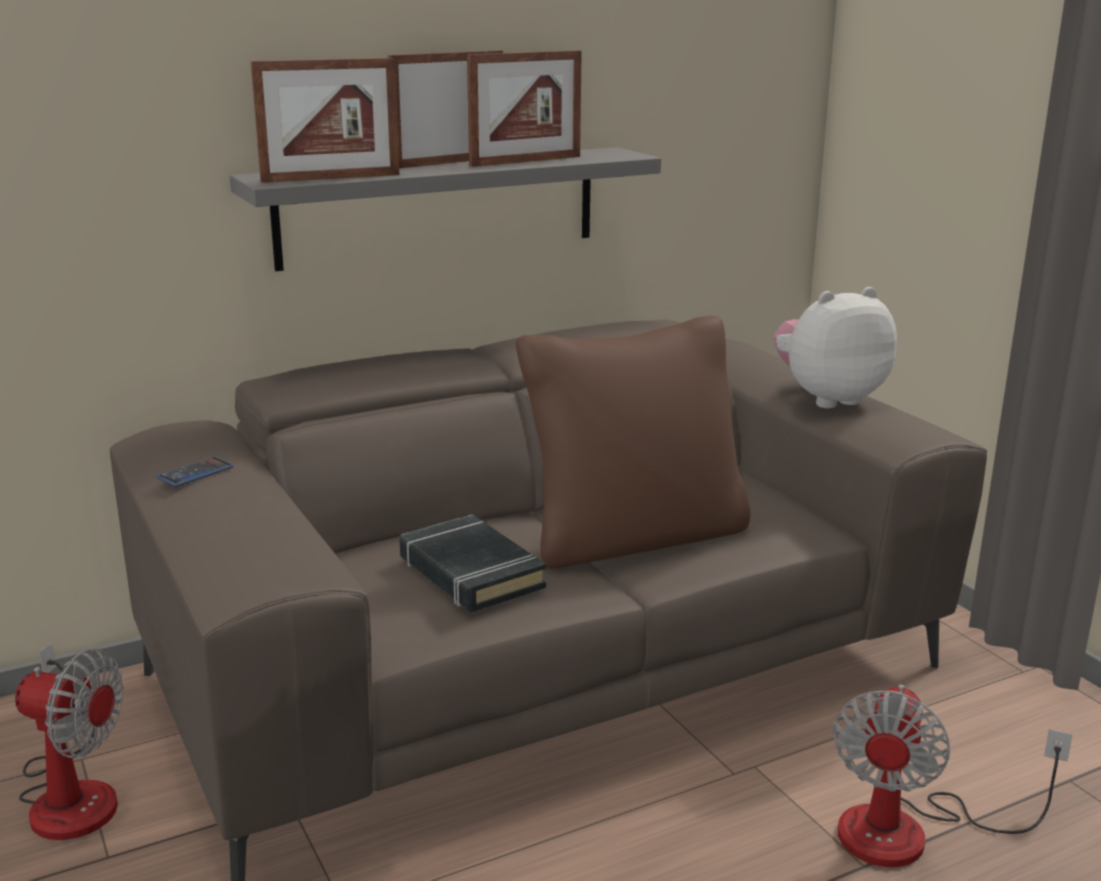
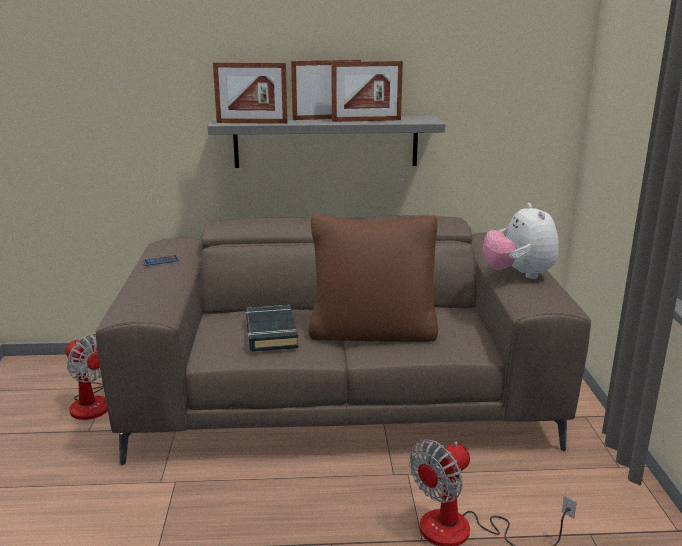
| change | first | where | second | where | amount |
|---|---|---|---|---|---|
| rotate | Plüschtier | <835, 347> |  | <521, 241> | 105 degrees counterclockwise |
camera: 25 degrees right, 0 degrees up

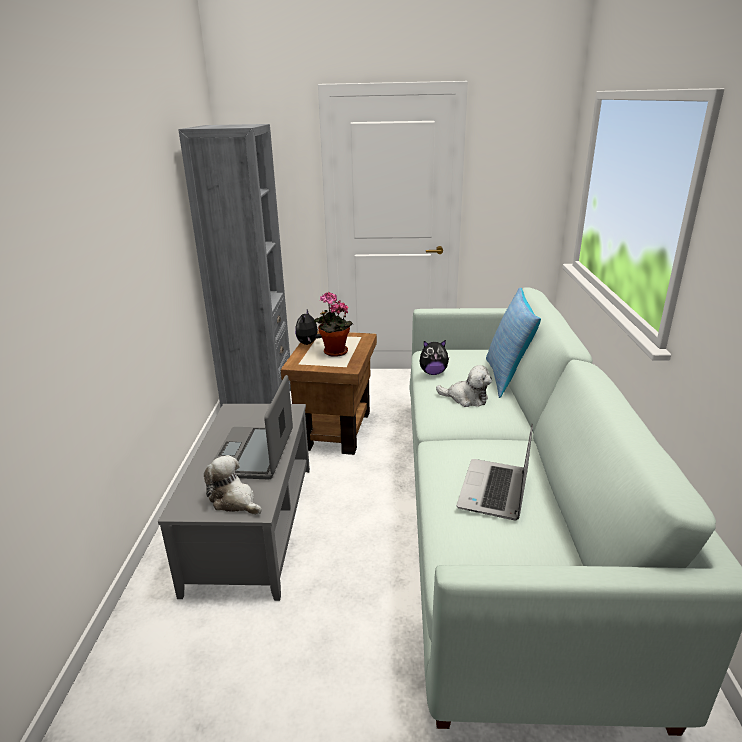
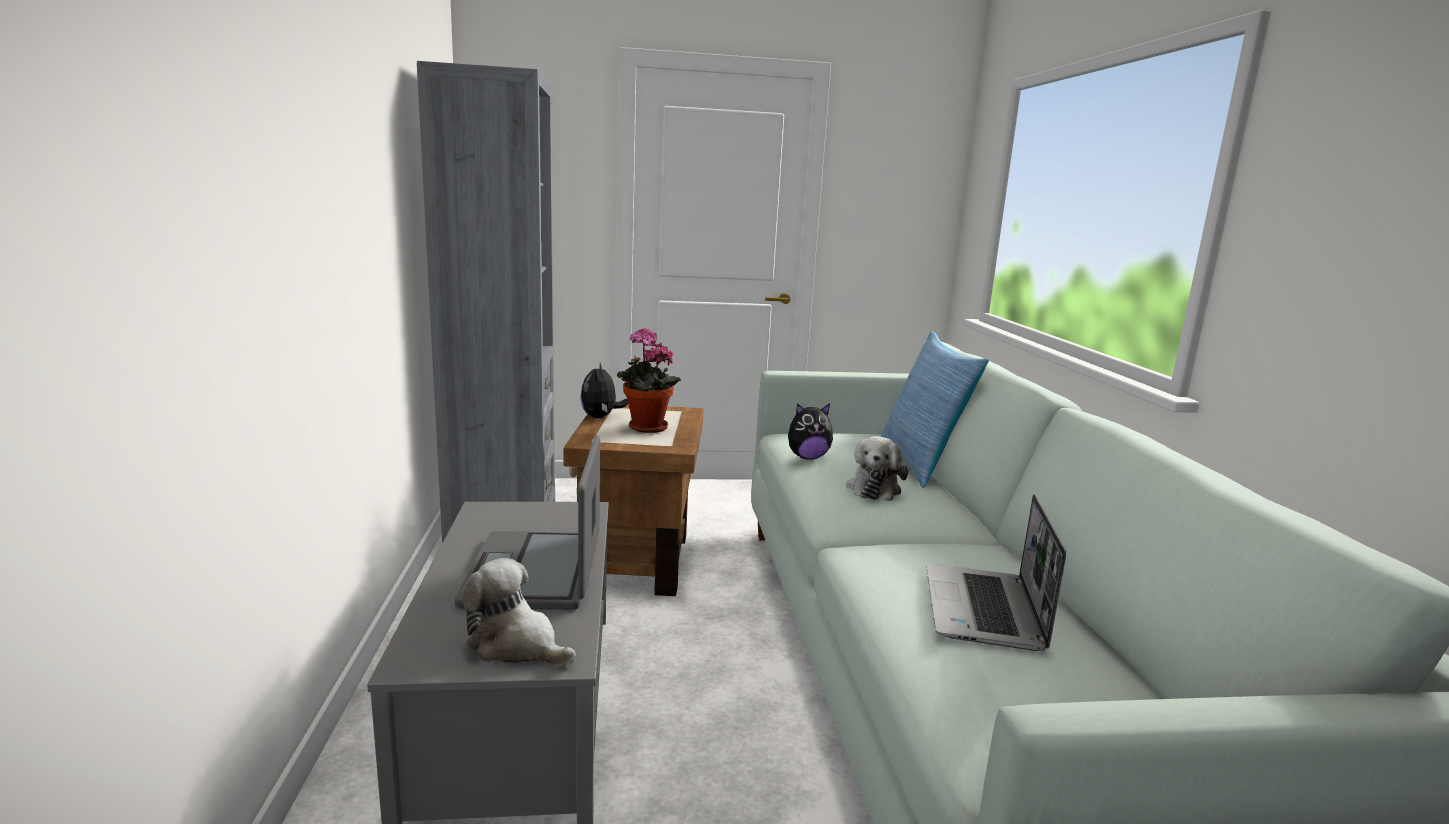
| change | first | where | second | where | amount |
|---|---|---|---|---|---|
| rotate | Plüschtier | <464, 386> |  | <877, 468> | 90 degrees clockwise |
camera: 10 degrees left, 10 degrees down

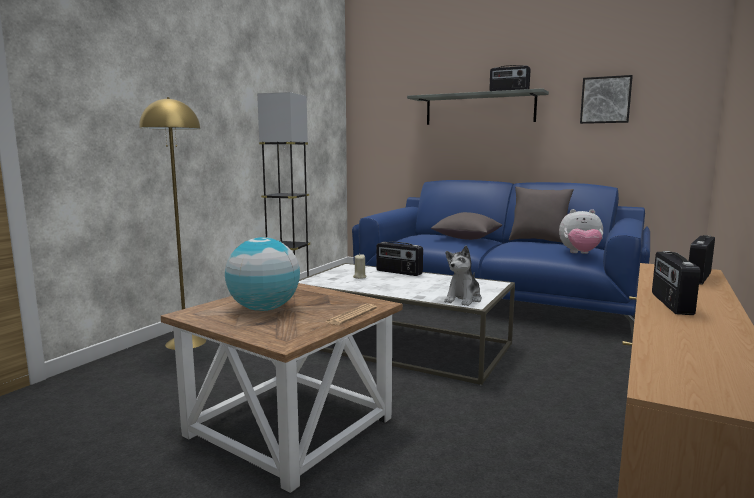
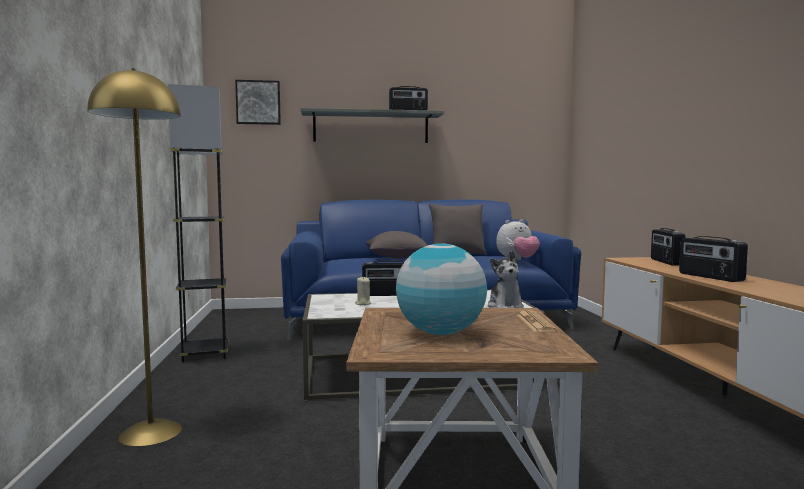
| change | first | where | second | where | amount |
|---|---|---|---|---|---|
| move | Bild | <606, 99> |  | <258, 102> |  |
camera: 35 degrees left, 5 degrees down

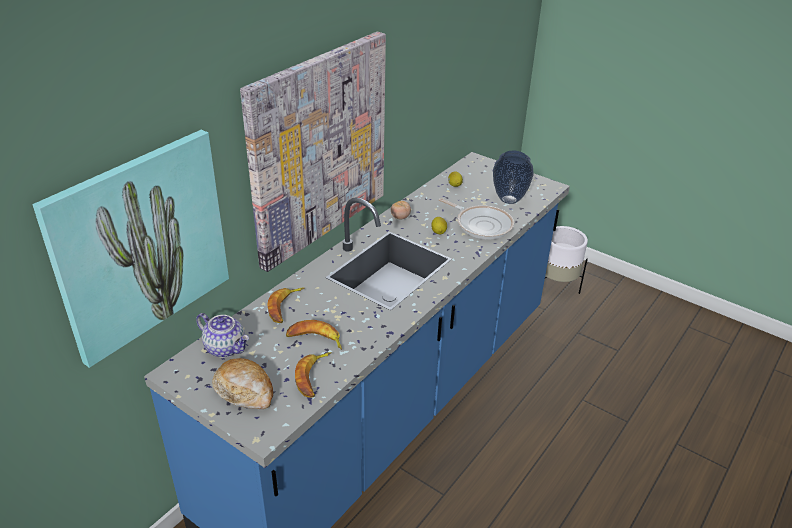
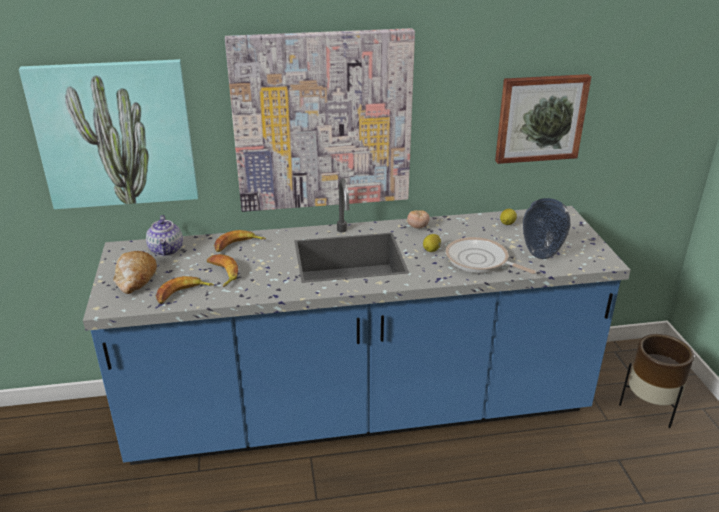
| change | first | where | second | where | amount |
|---|---|---|---|---|---|
| rotate | Pfanne | <476, 218> |  | <491, 255> | 135 degrees clockwise |
| recolor | Pflanzkübel (weiß) | <566, 260> | Pflanzkübel (braun) | <656, 381> |  |
| insert |  |  | Bild | <543, 119> |  |
camera: 45 degrees right, 5 degrees down

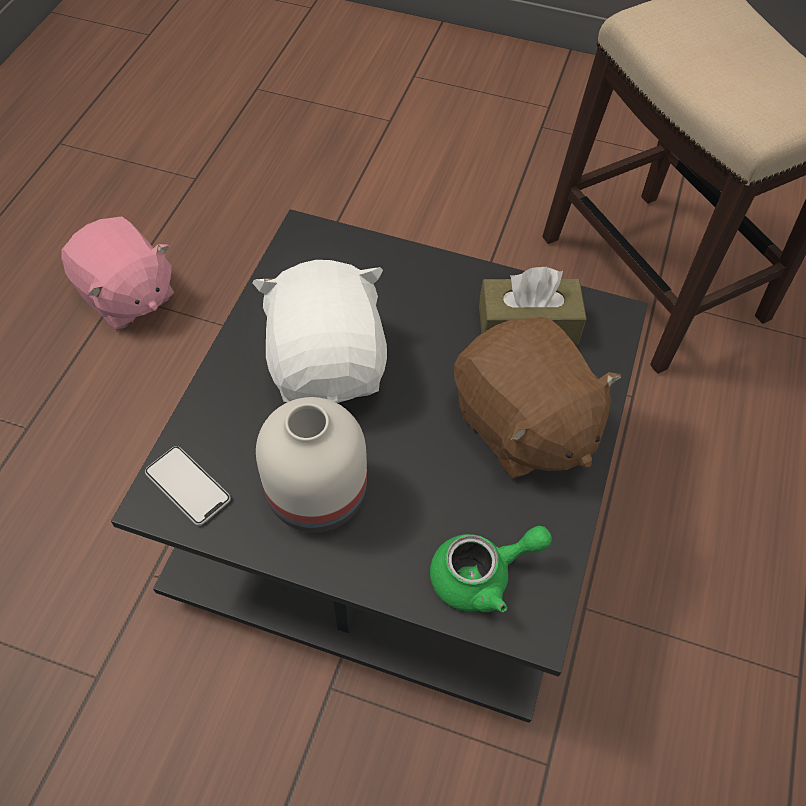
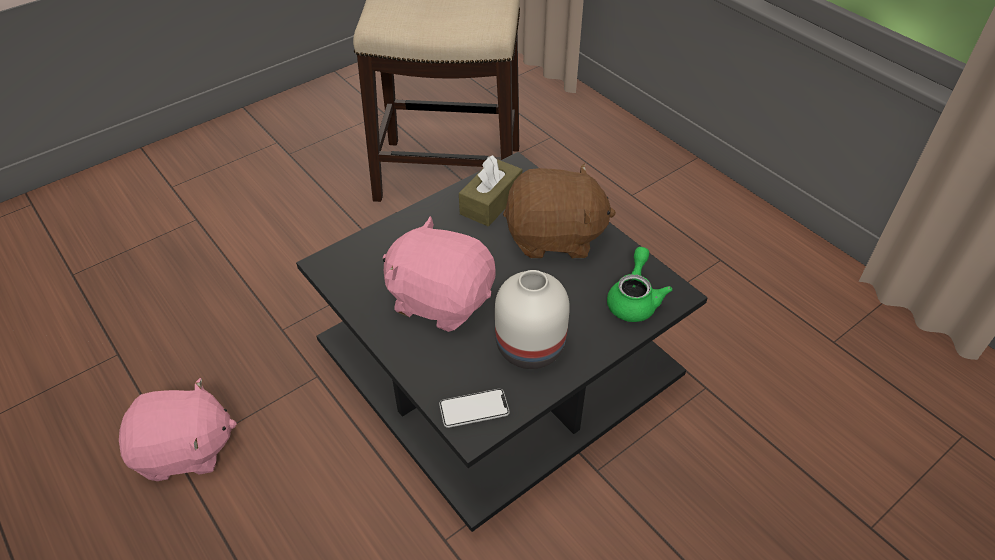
| change | first | where | second | where | amount |
|---|---|---|---|---|---|
| recolor | Plüschtier (weiß) | <320, 331> | Plüschtier (rosa) | <439, 274> |  |
camera: 55 degrees left, 10 degrees down

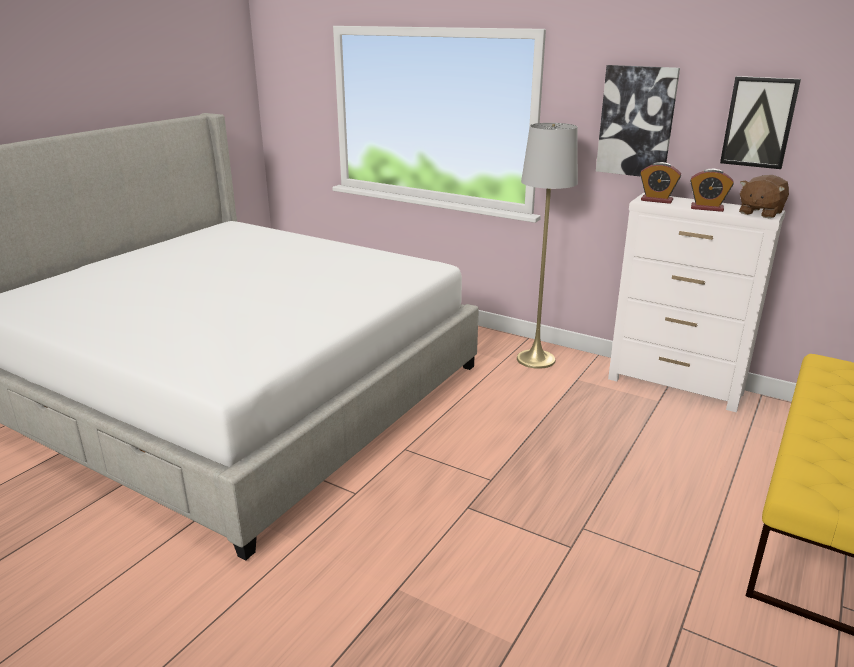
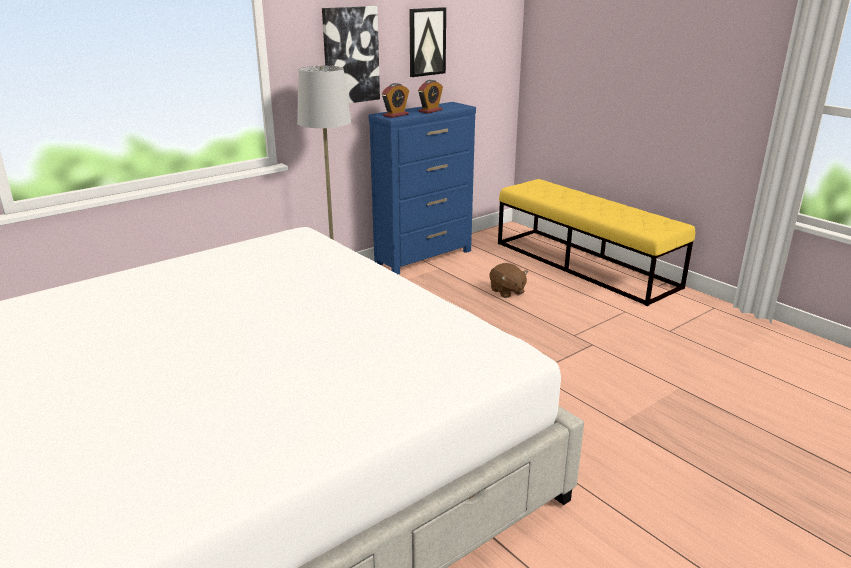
| change | first | where | second | where | amount |
|---|---|---|---|---|---|
| recolor | Kommode (weiß) | <697, 302> | Kommode (blau) | <422, 188> |  |
| move | Plüschtier (braun) | <764, 196> |  | <509, 280> |  |
camera: 70 degrees left, 0 degrees up

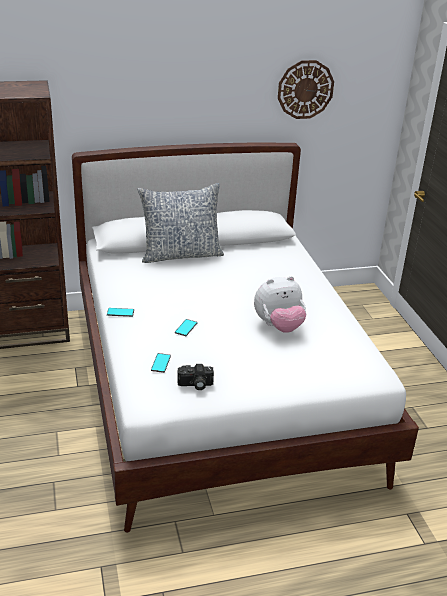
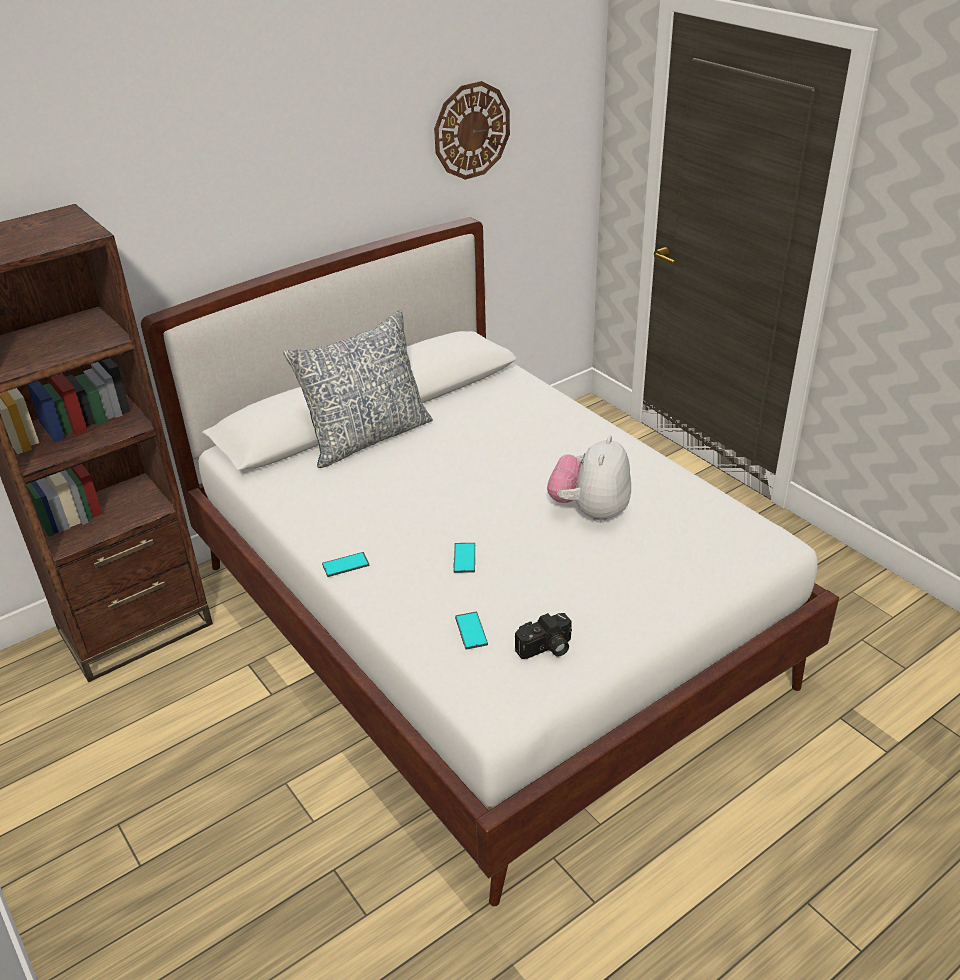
| change | first | where | second | where | amount |
|---|---|---|---|---|---|
| rotate | Plüschtier | <280, 304> |  | <589, 479> | 150 degrees clockwise |
camera: 20 degrees left, 5 degrees up

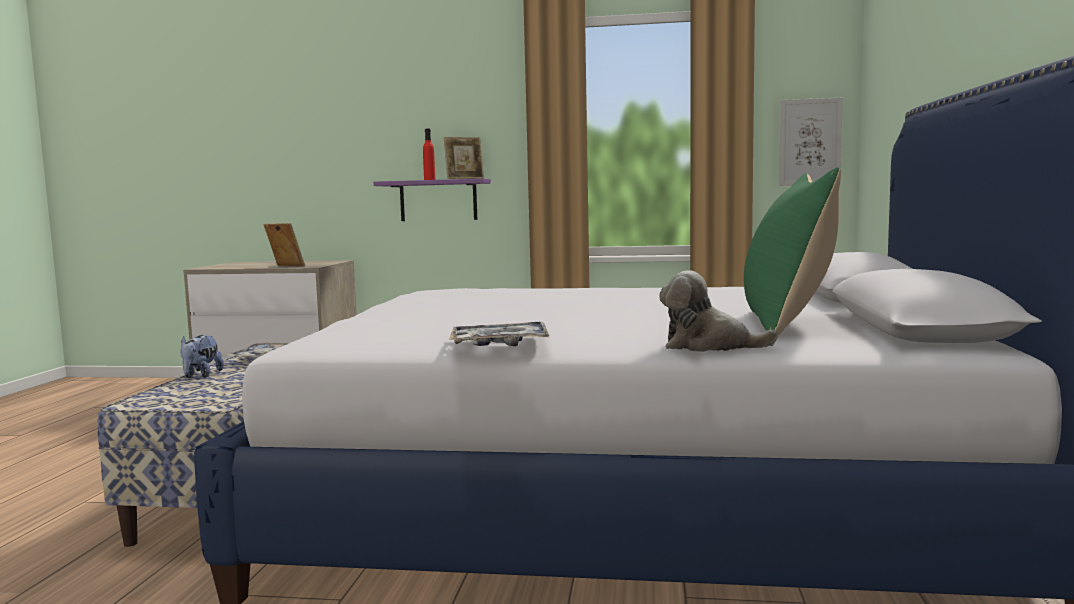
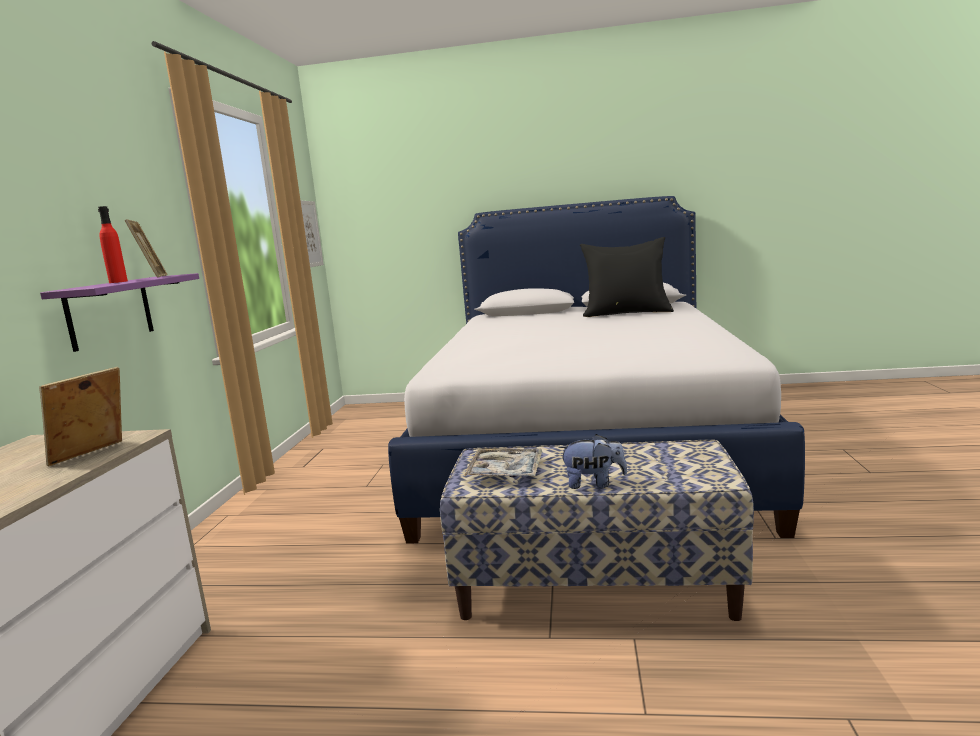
| change | first | where | second | where | amount |
|---|---|---|---|---|---|
| delete | Tablett | <499, 334> |  |  |  |
| delete | Plüschtier | <718, 311> |  |  |  |
| recolor | Kissen (grün) | <792, 251> | Kissen (schwarz) | <627, 277> |  |
camera: 90 degrees left, 5 degrees up

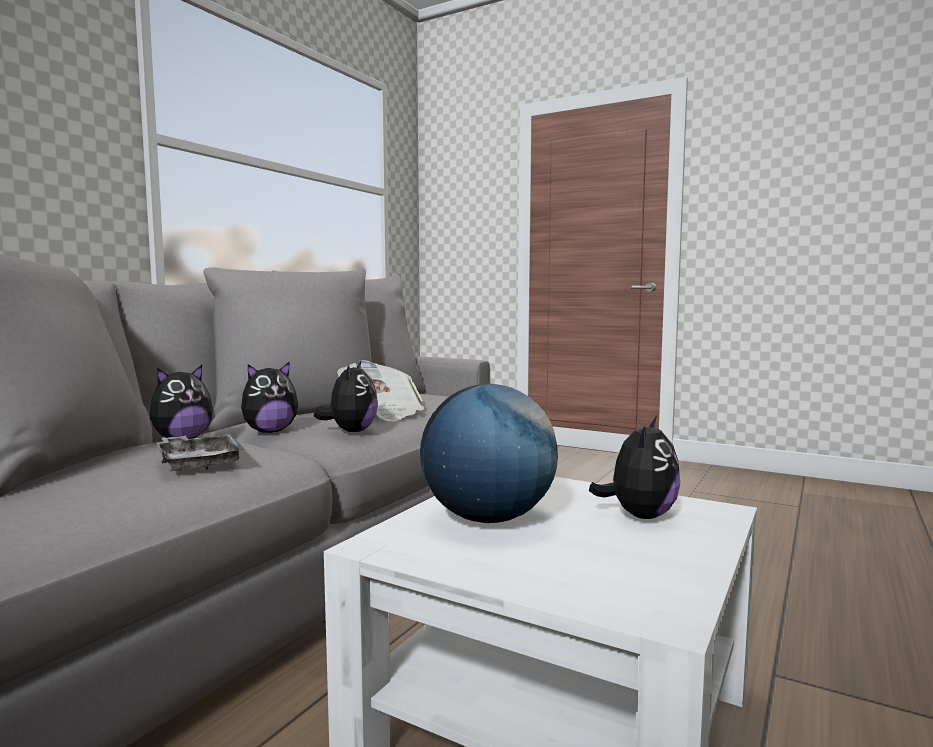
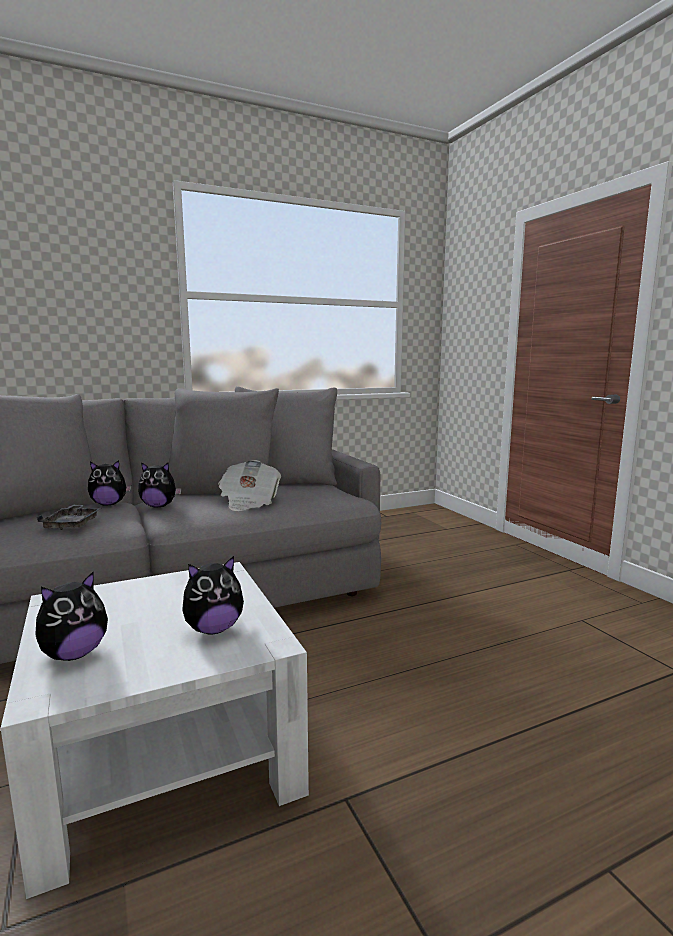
| change | first | where | second | where | amount |
|---|---|---|---|---|---|
| move | Plüschtier | <346, 396> |  | <71, 616> |  |
| delete | Globus | <489, 453> |  |  |  |
camera: 35 degrees right, 5 degrees up

